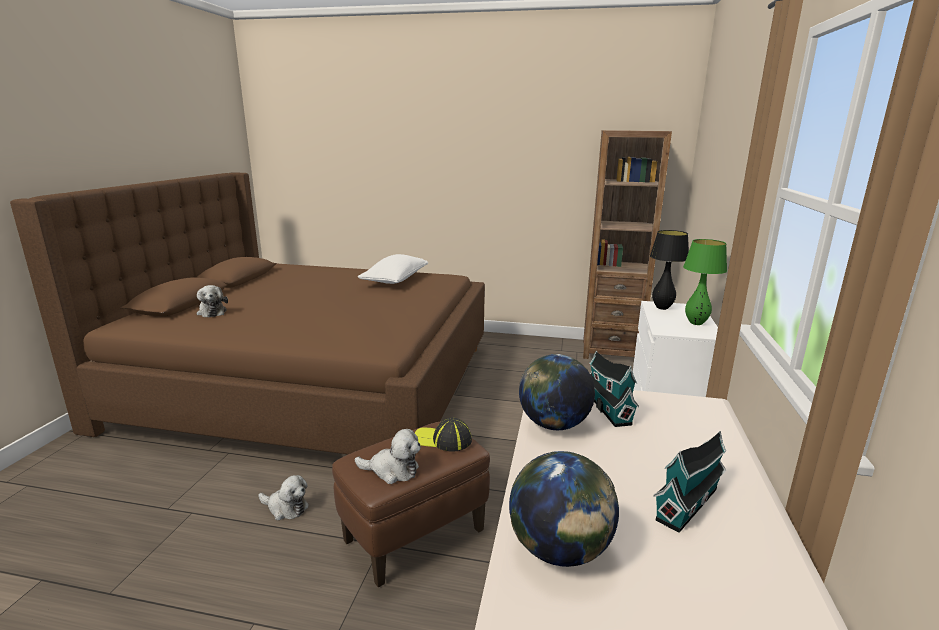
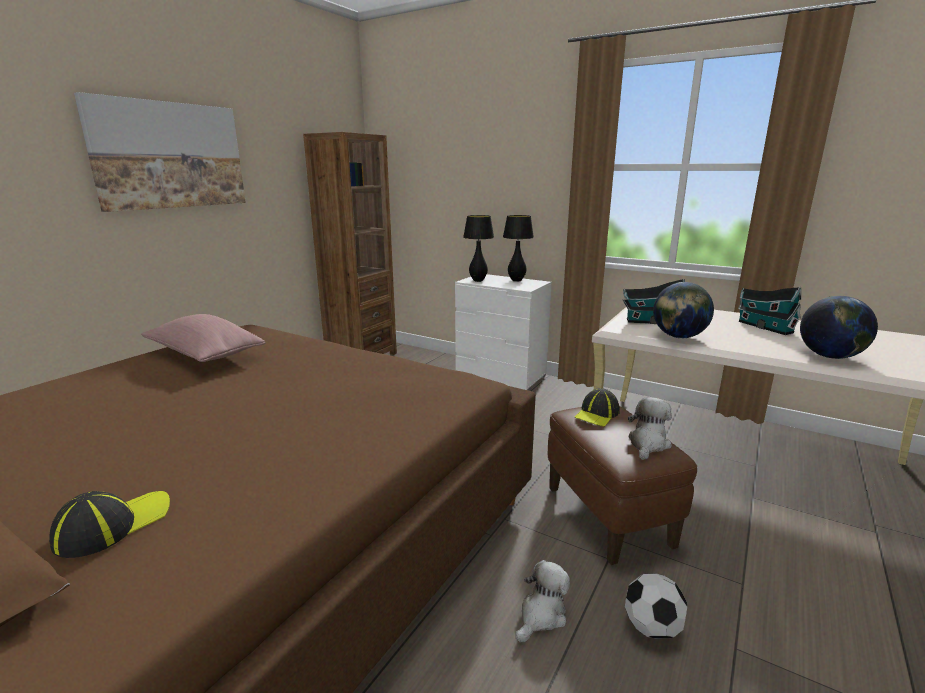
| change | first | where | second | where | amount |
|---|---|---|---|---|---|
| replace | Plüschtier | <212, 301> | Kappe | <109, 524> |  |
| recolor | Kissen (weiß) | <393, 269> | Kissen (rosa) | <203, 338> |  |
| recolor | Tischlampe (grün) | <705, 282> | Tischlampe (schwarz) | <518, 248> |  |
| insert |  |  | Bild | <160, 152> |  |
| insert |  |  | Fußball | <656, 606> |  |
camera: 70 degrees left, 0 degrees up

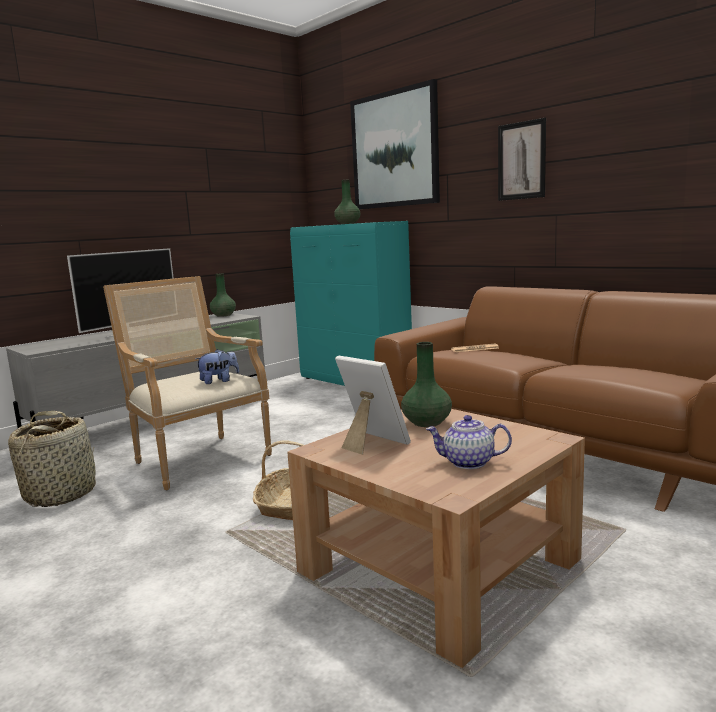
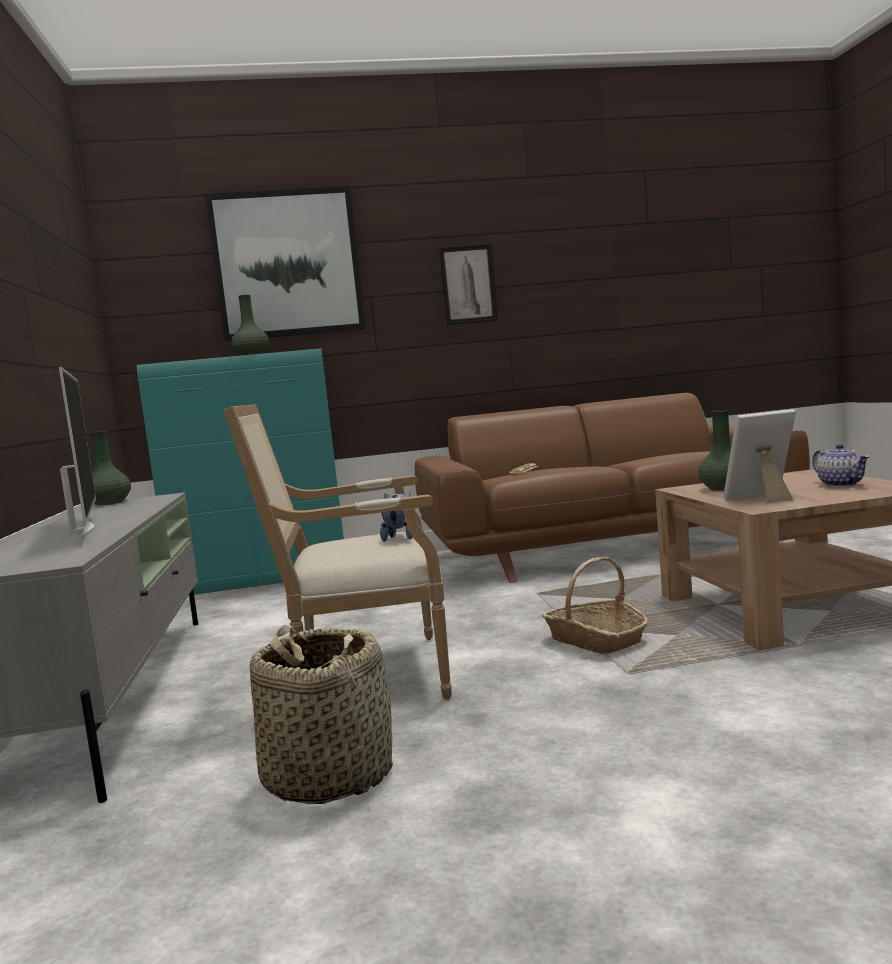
| change | first | where | second | where | amount |
|---|---|---|---|---|---|
| rotate | Teekanne | <469, 442> |  | <841, 465> | 60 degrees counterclockwise |
camera: 55 degrees left, 5 degrees down

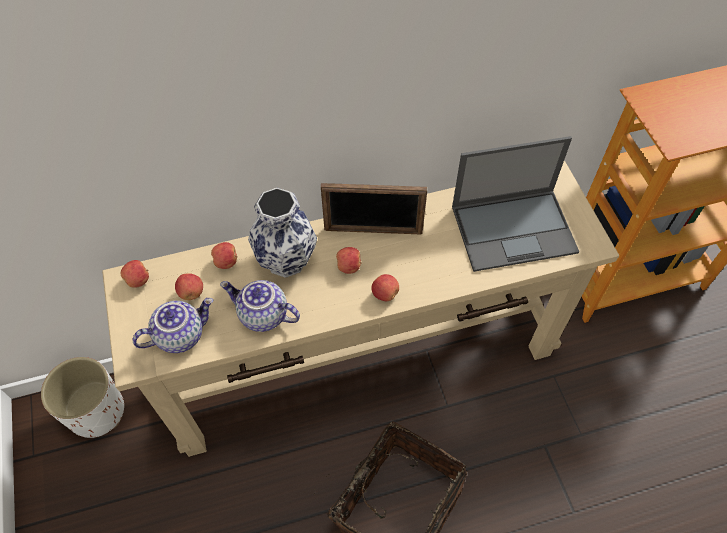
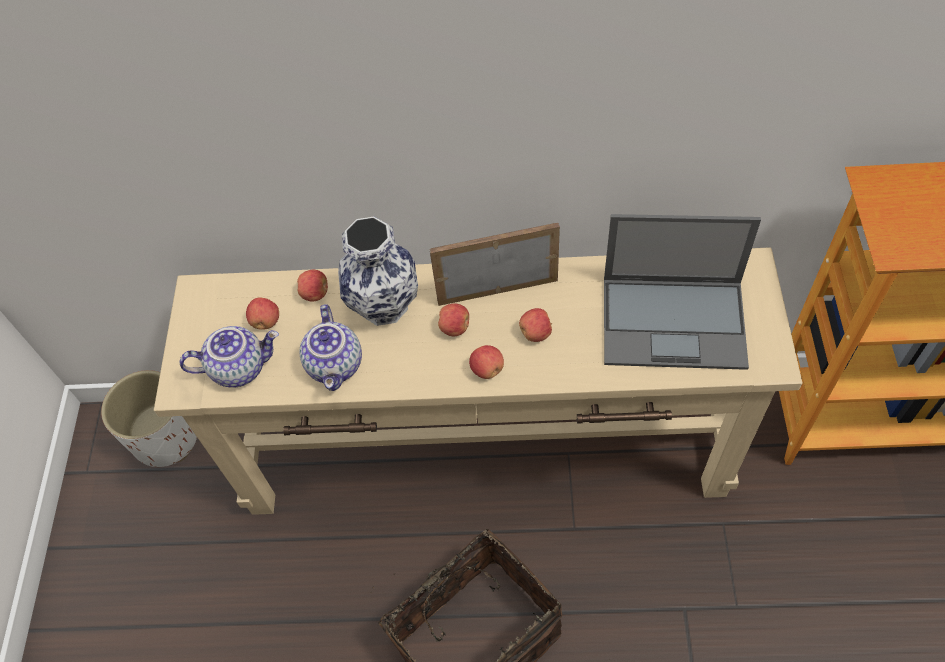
| change | first | where | second | where | amount |
|---|---|---|---|---|---|
| move | Apfel | <135, 274> |  | <535, 325> |  |
| rotate | Teekanne | <260, 306> |  | <330, 347> | 135 degrees counterclockwise |
| rotate | Bilderrahmen | <374, 208> |  | <494, 264> | 150 degrees clockwise |
camera: 20 degrees right, 0 degrees up

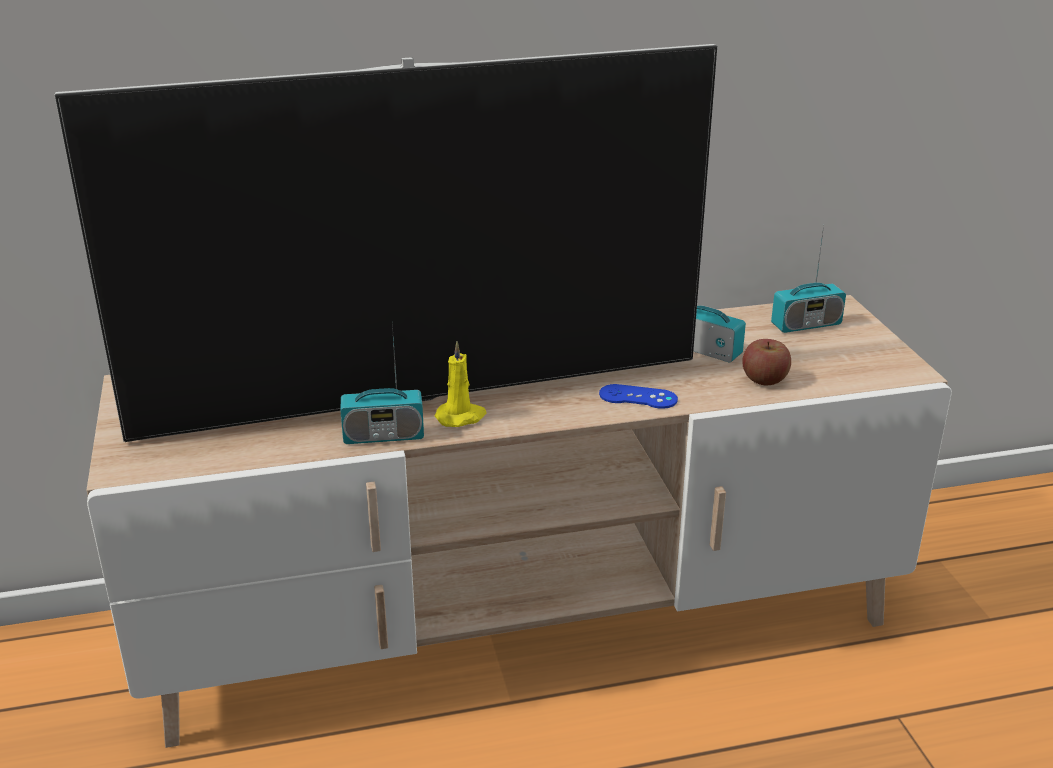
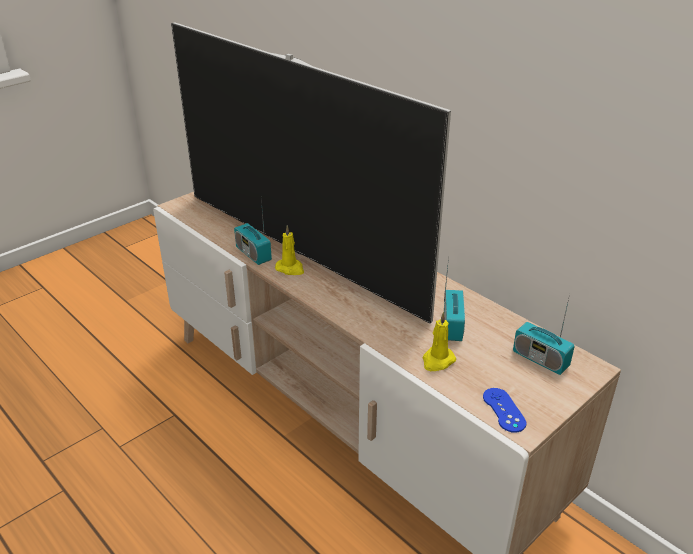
| change | first | where | second | where | amount |
|---|---|---|---|---|---|
| move | Gamepad (blau) | <638, 396> |  | <505, 410> |  |
| replace | Apfel | <766, 362> | Kerze (gelb) | <439, 341> |  |
camera: 60 degrees right, 5 degrees up

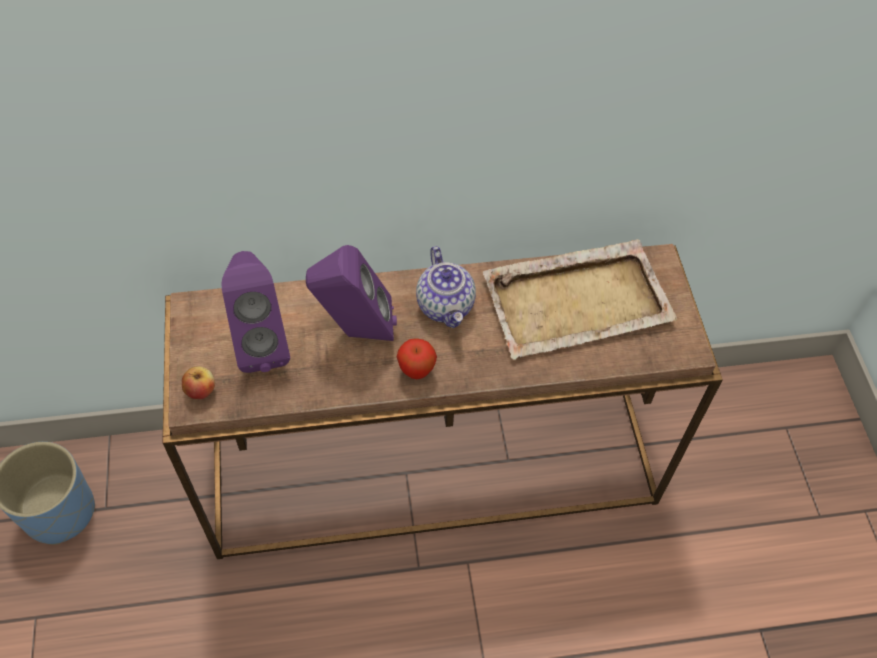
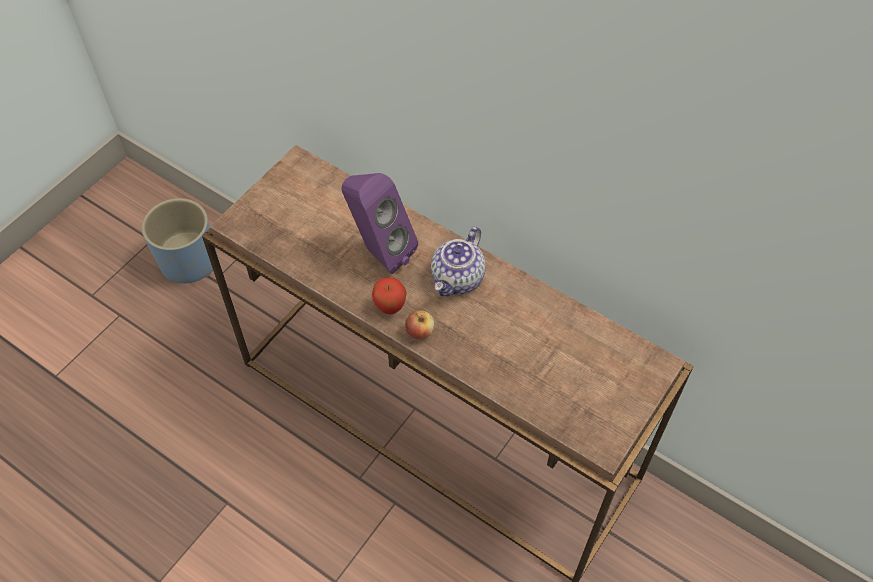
| change | first | where | second | where | amount |
|---|---|---|---|---|---|
| move | Apfel | <198, 383> |  | <420, 324> |  |
| delete | Lautsprecher (lila) | <255, 312> |  |  |  |
| delete | Tablett (beige) | <580, 299> |  |  |  |
camera: 45 degrees right, 0 degrees up

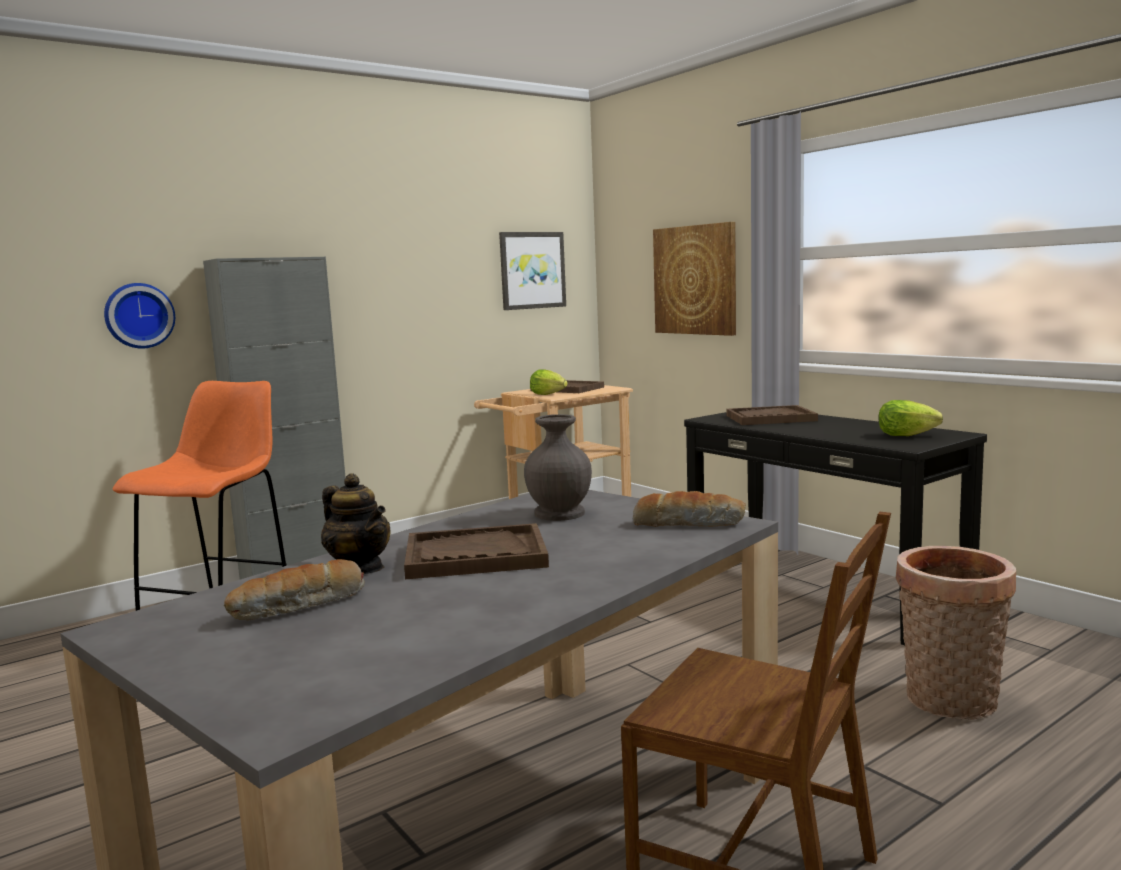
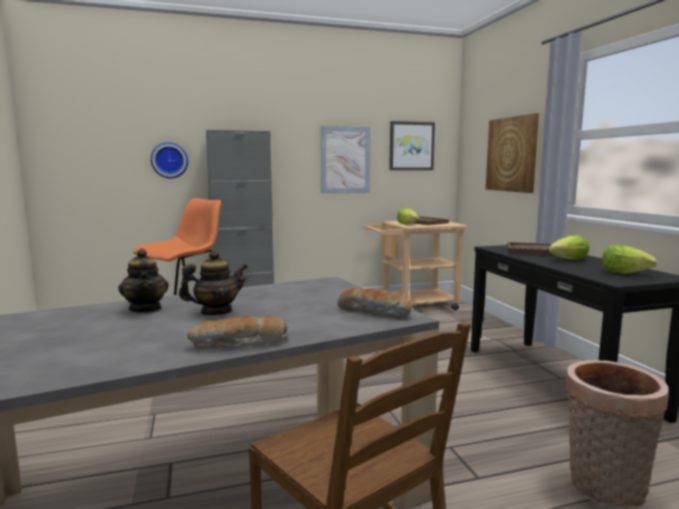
| change | first | where | second | where | amount |
|---|---|---|---|---|---|
| move | Brot | <294, 590> |  | <238, 332> |  |
| replace | Tablett (braun) | <476, 551> | Teekanne | <213, 282> |  |
| delete | Vase (grau) | <558, 467> |  |  |  |
| insert |  |  | Bild | <345, 160> |  |
| insert |  |  | Salatkopf | <568, 247> |  |
camera: 20 degrees right, 0 degrees up

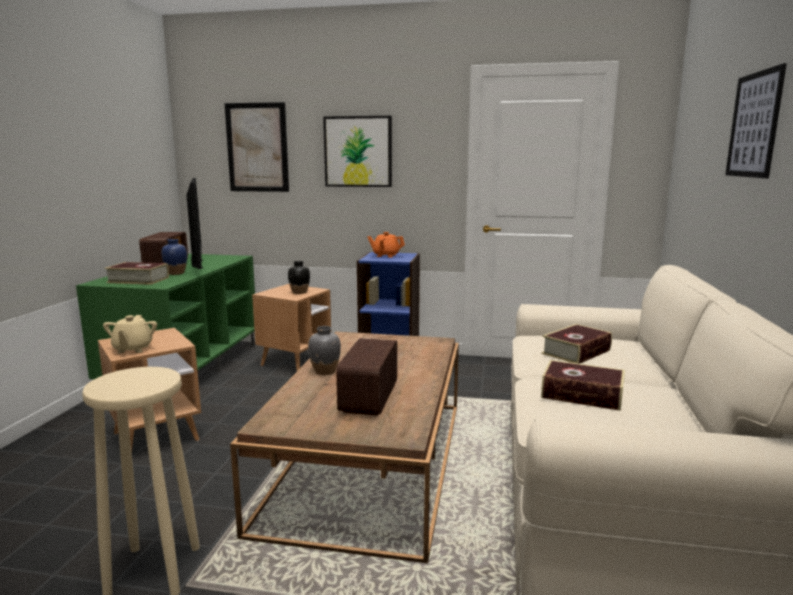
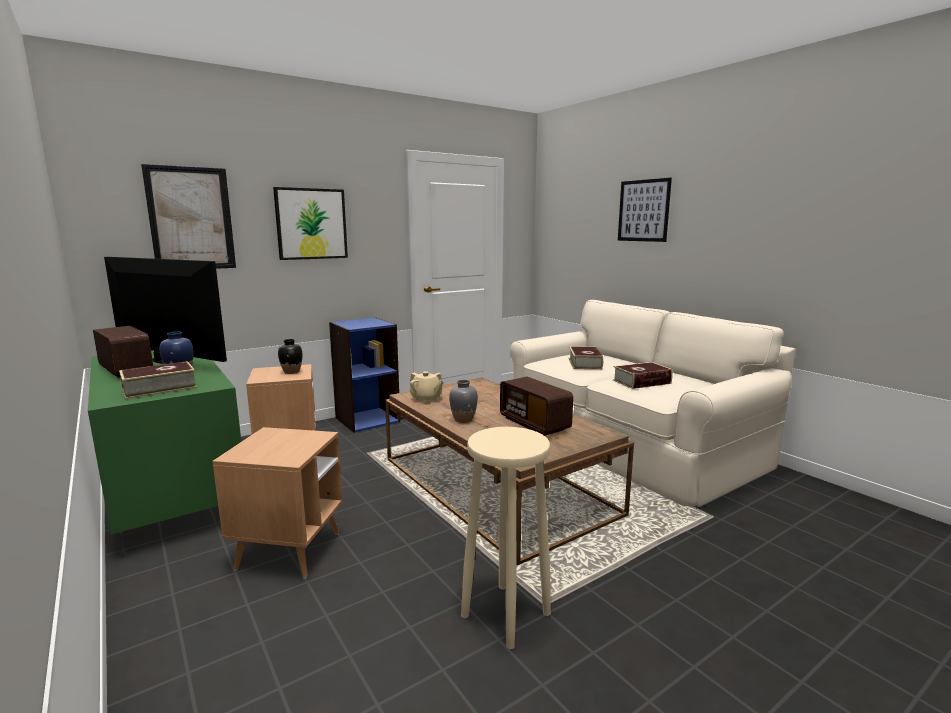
| change | first | where | second | where | amount |
|---|---|---|---|---|---|
| move | Teekanne (beige) | <130, 334> |  | <427, 387> |  |
| delete | Teekanne (orange) | <386, 245> |  |  |  |
camera: 45 degrees left, 0 degrees up

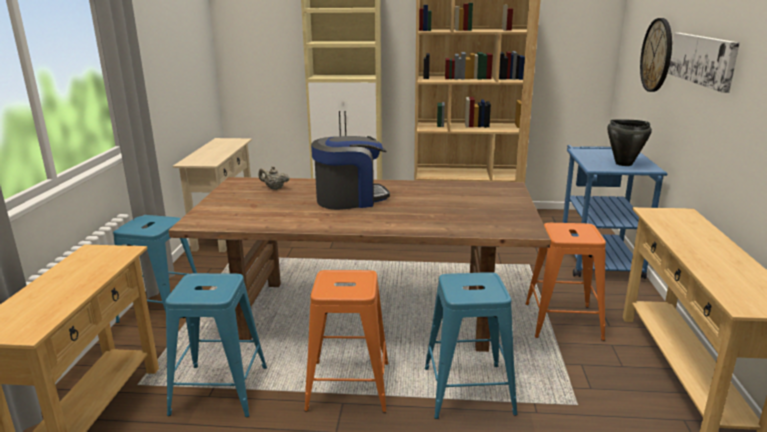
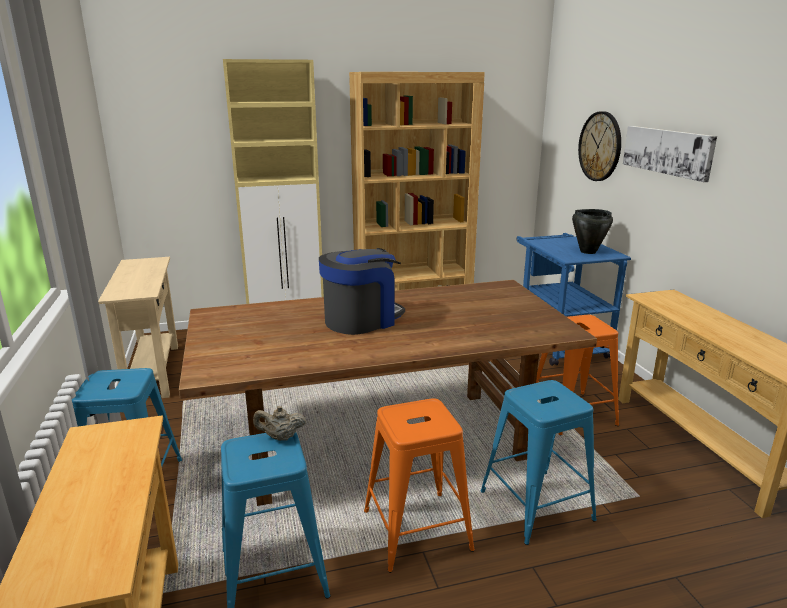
| change | first | where | second | where | amount |
|---|---|---|---|---|---|
| move | Teekanne (beige) | <273, 178> |  | <279, 423> |  |
camera: 20 degrees left, 0 degrees up

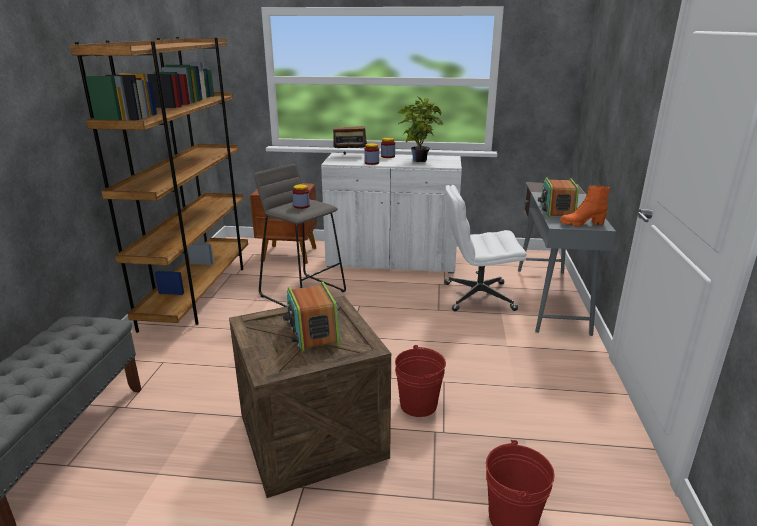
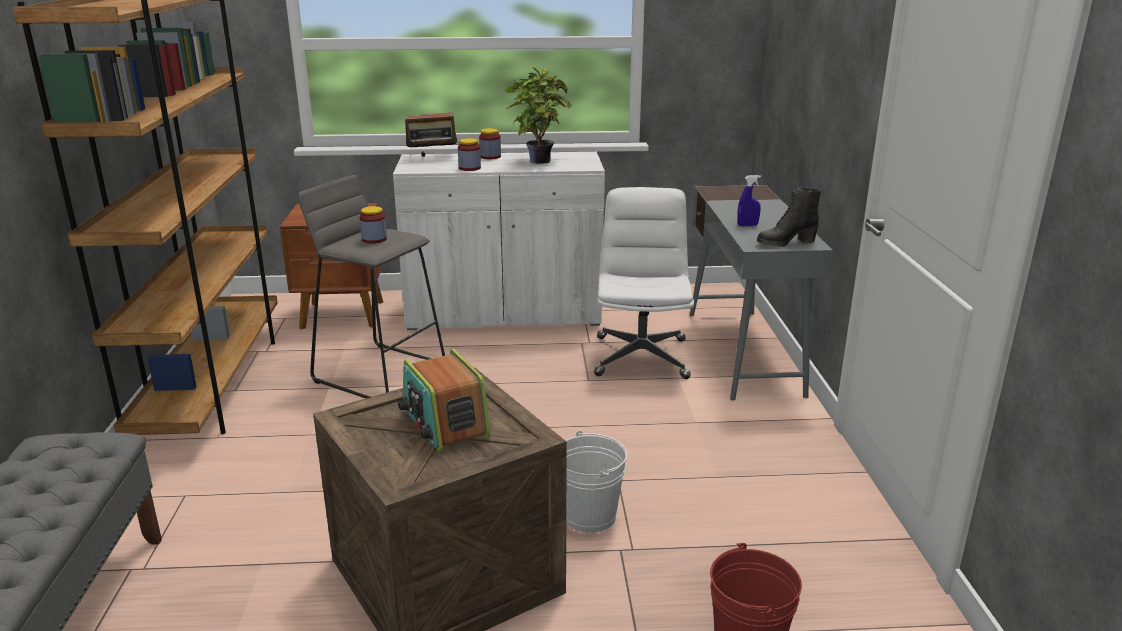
| change | first | where | second | where | amount |
|---|---|---|---|---|---|
| recolor | Eimer (rot) | <420, 381> | Eimer (weiß) | <596, 481> |  |
| rotate | Bürostuhl (weiß) | <485, 248> |  | <644, 283> | 105 degrees clockwise |
| replace | Radio | <558, 197> | Sprühflasche (blau) | <749, 200> |  |
| recolor | Stiefel (orange) | <585, 206> | Stiefel (schwarz) | <789, 217> |  |
camera: 10 degrees left, 0 degrees up

